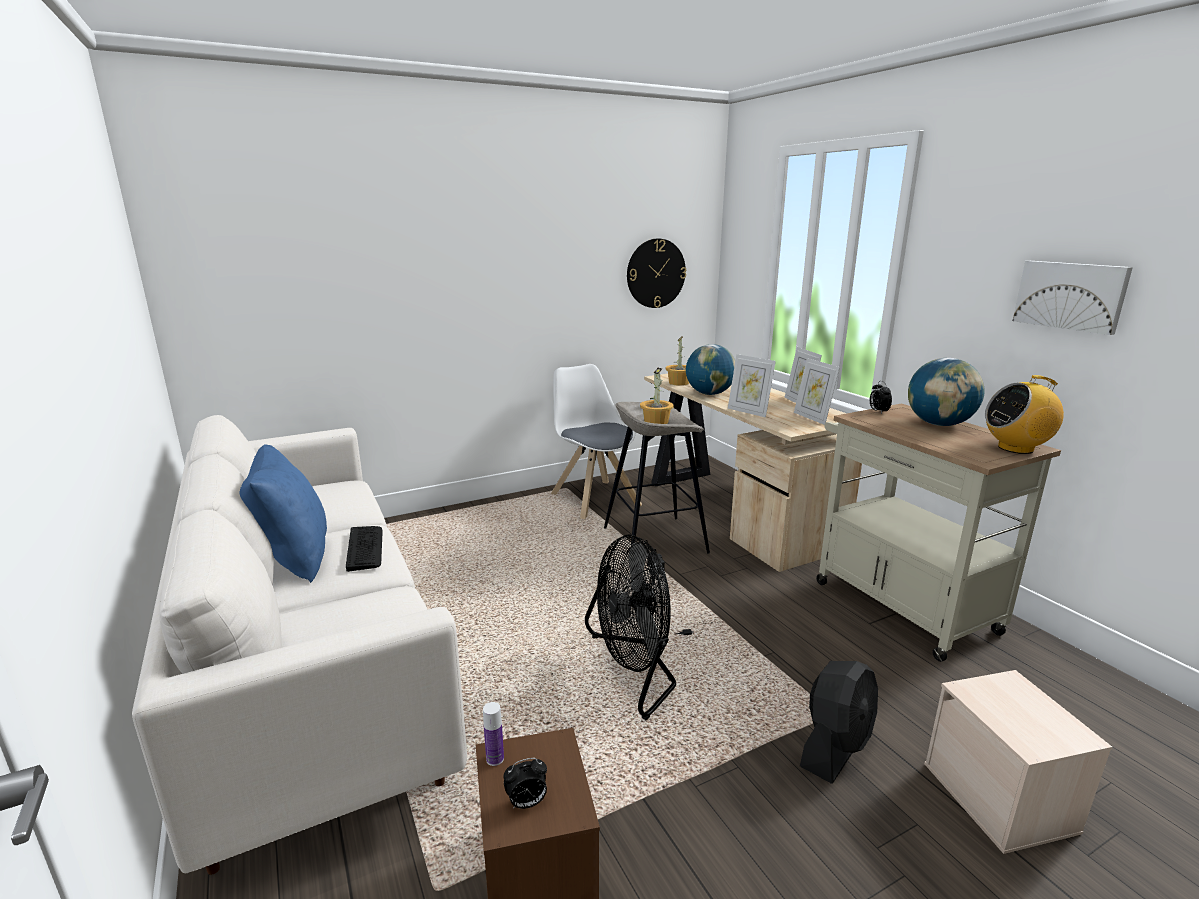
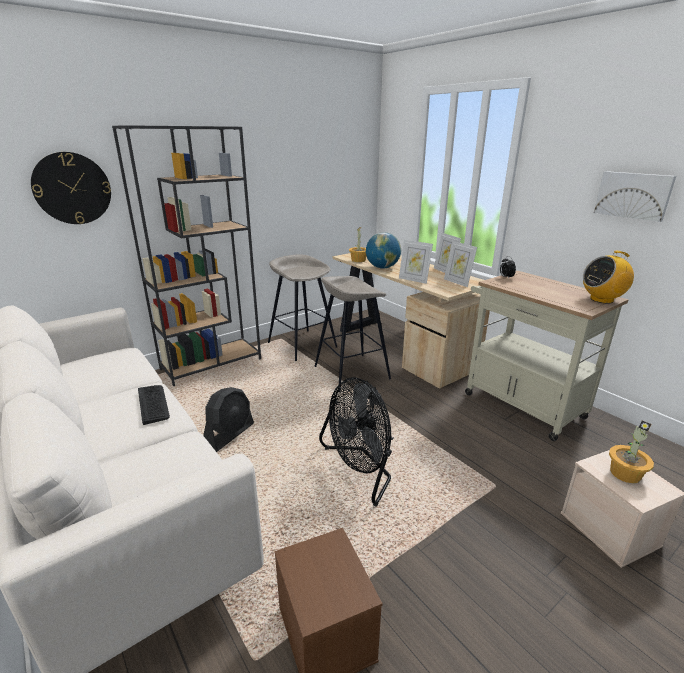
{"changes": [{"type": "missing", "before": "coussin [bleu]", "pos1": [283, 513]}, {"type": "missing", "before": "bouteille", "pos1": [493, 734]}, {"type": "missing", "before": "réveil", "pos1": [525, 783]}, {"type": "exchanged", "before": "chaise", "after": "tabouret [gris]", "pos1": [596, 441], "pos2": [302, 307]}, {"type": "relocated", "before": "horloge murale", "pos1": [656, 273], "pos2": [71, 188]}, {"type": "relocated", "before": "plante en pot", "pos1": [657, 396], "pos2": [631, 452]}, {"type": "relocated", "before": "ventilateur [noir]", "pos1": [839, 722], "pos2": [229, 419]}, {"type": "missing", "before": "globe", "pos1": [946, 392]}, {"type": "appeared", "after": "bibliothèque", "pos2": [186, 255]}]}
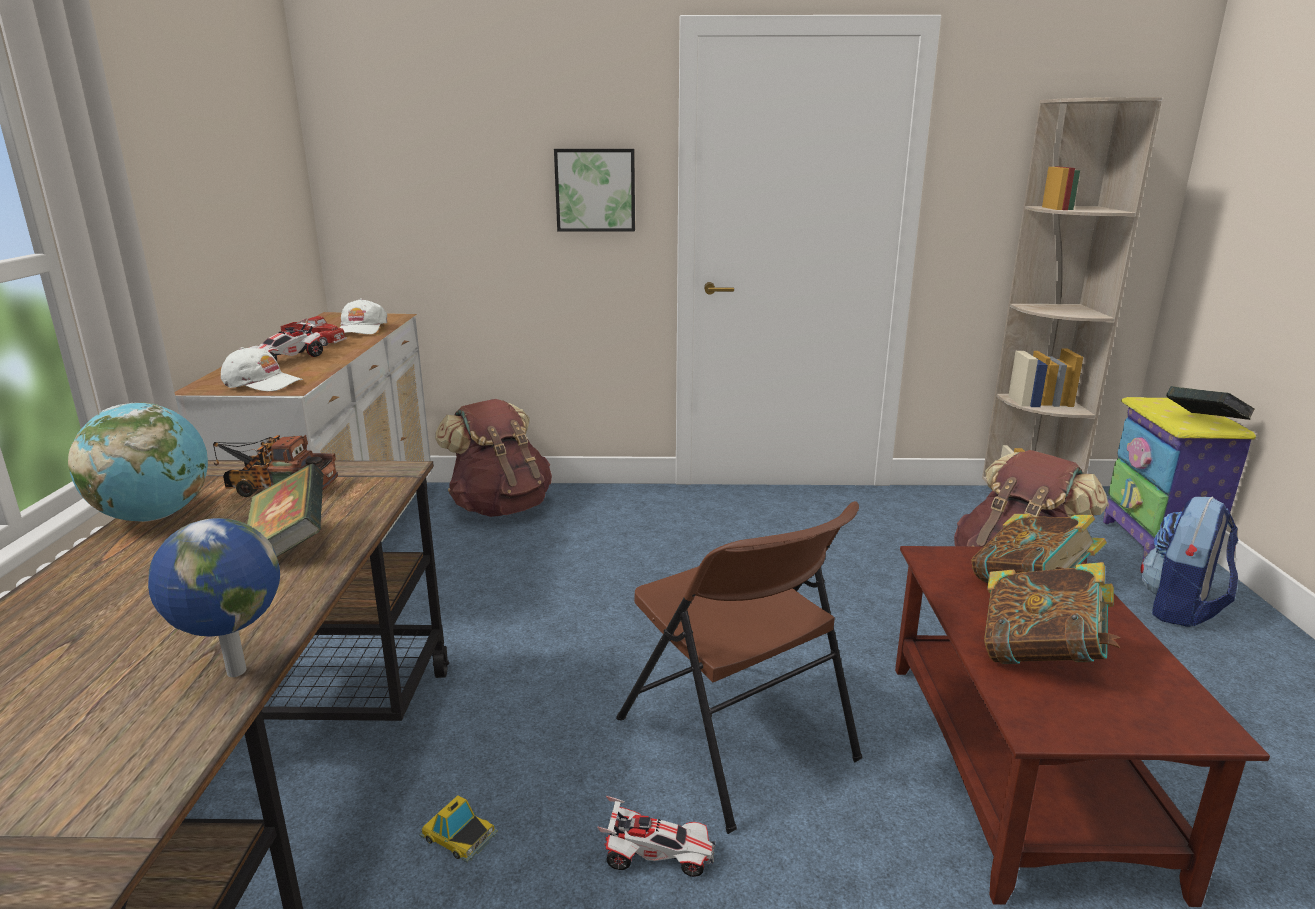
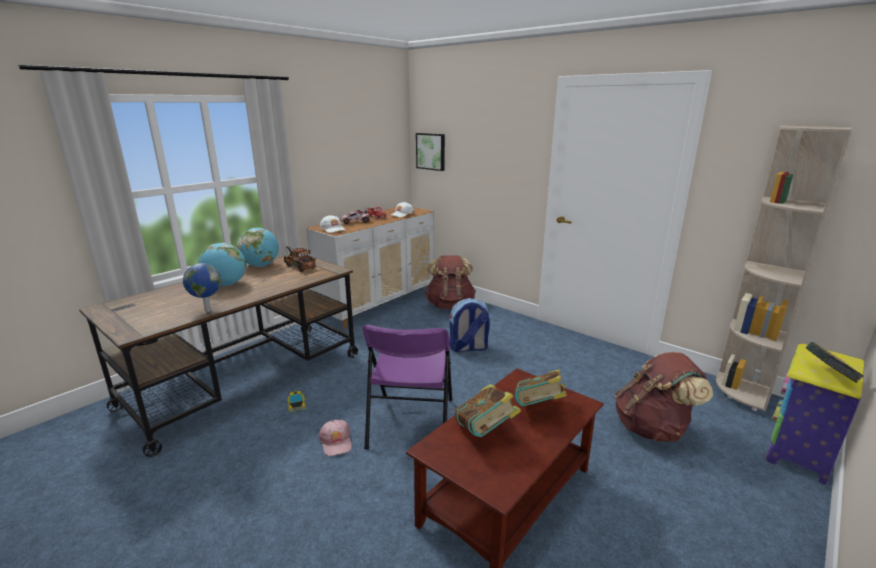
{"changes": [{"type": "missing", "before": "livre", "pos1": [285, 510]}, {"type": "relocated", "before": "tableau", "pos1": [594, 190], "pos2": [430, 152]}, {"type": "exchanged", "before": "petite voiture", "after": "casquette [rose]", "pos1": [656, 836], "pos2": [335, 438]}, {"type": "colour", "before": "chaise [marron]", "after": "chaise [violet]", "pos1": [739, 667], "pos2": [407, 387]}, {"type": "relocated", "before": "sac à dos", "pos1": [1189, 562], "pos2": [469, 325]}, {"type": "appeared", "after": "globe", "pos2": [222, 264]}]}
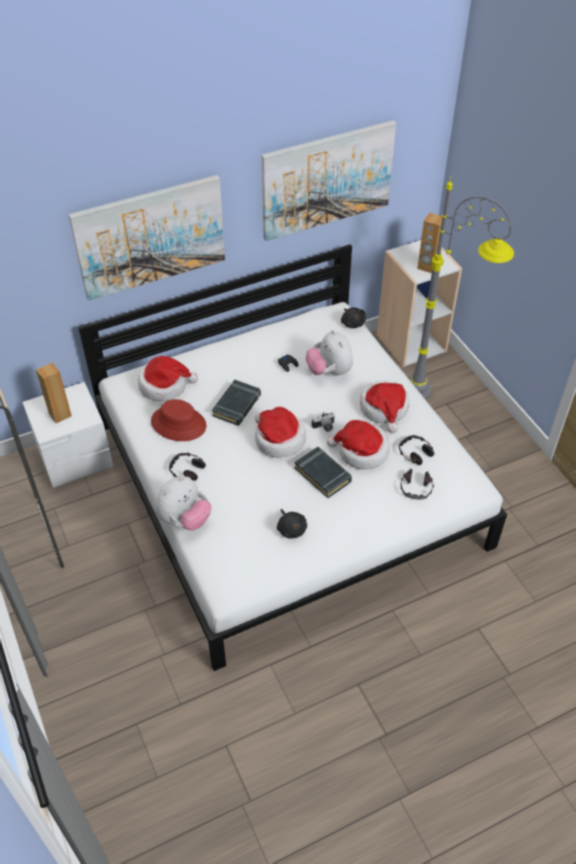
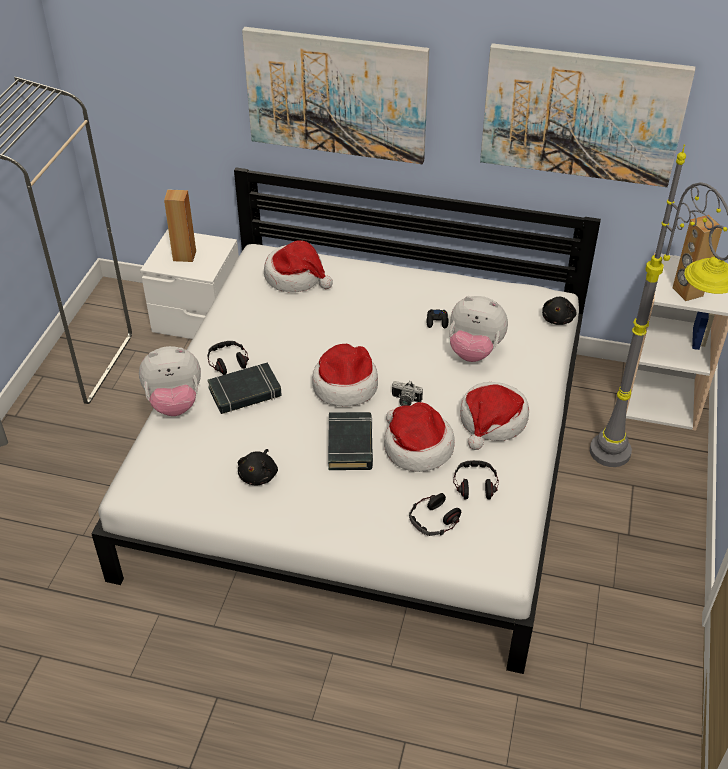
{"changes": [{"type": "missing", "before": "chapeau [rouge]", "pos1": [178, 420]}, {"type": "relocated", "before": "livre [noir]", "pos1": [236, 403], "pos2": [244, 388]}, {"type": "spun", "before": "peluche", "pos1": [329, 353], "pos2": [478, 329], "turn": -90}]}
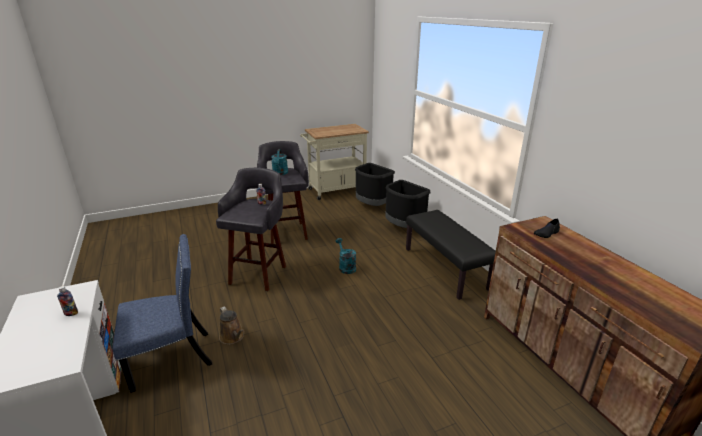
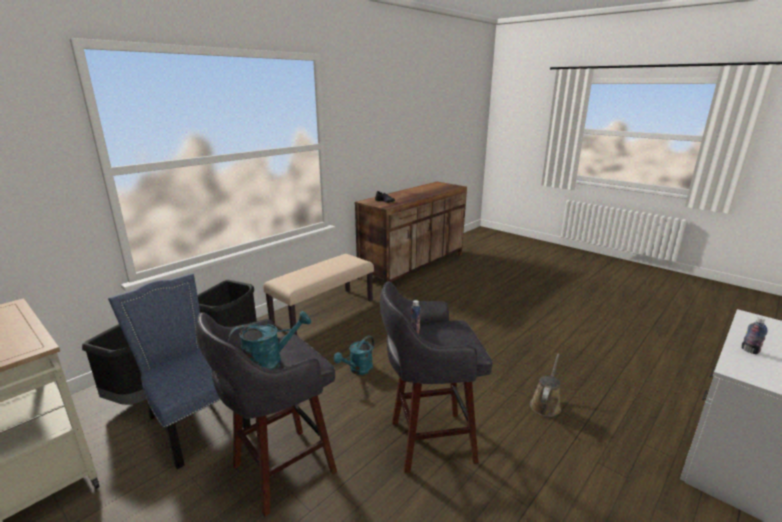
{"changes": [{"type": "relocated", "before": "chaise [bleu]", "pos1": [162, 313], "pos2": [179, 371]}, {"type": "colour", "before": "banc [noir]", "after": "banc [beige]", "pos1": [451, 255], "pos2": [318, 294]}]}
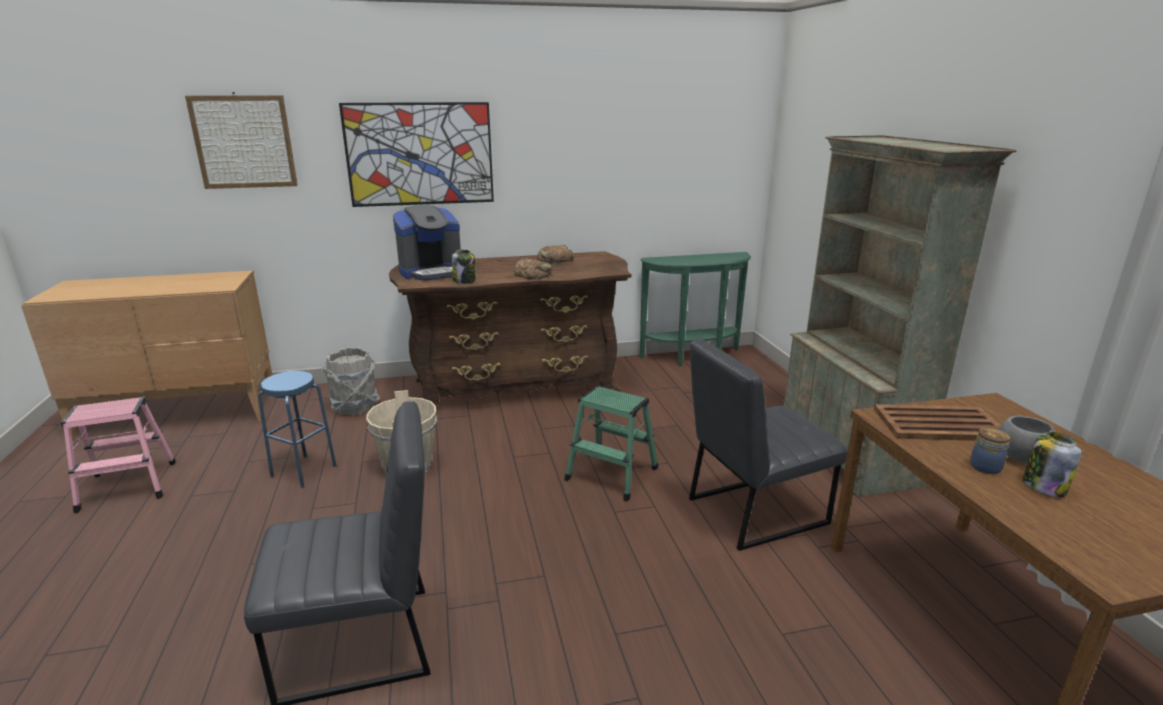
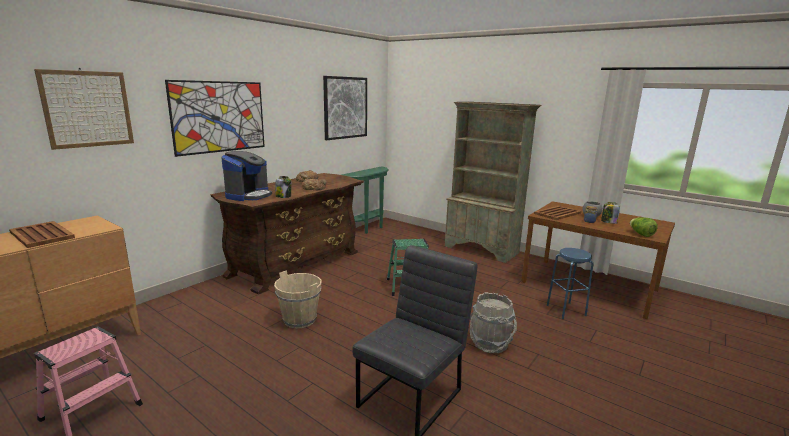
{"changes": [{"type": "relocated", "before": "tabouret [bleu]", "pos1": [297, 429], "pos2": [570, 283]}, {"type": "relocated", "before": "seau [gris]", "pos1": [351, 381], "pos2": [493, 322]}, {"type": "missing", "before": "chaise [gris]", "pos1": [768, 445]}, {"type": "appeared", "after": "plateau [marron]", "pos2": [42, 234]}, {"type": "appeared", "after": "tableau", "pos2": [345, 108]}, {"type": "appeared", "after": "laitue", "pos2": [644, 227]}]}
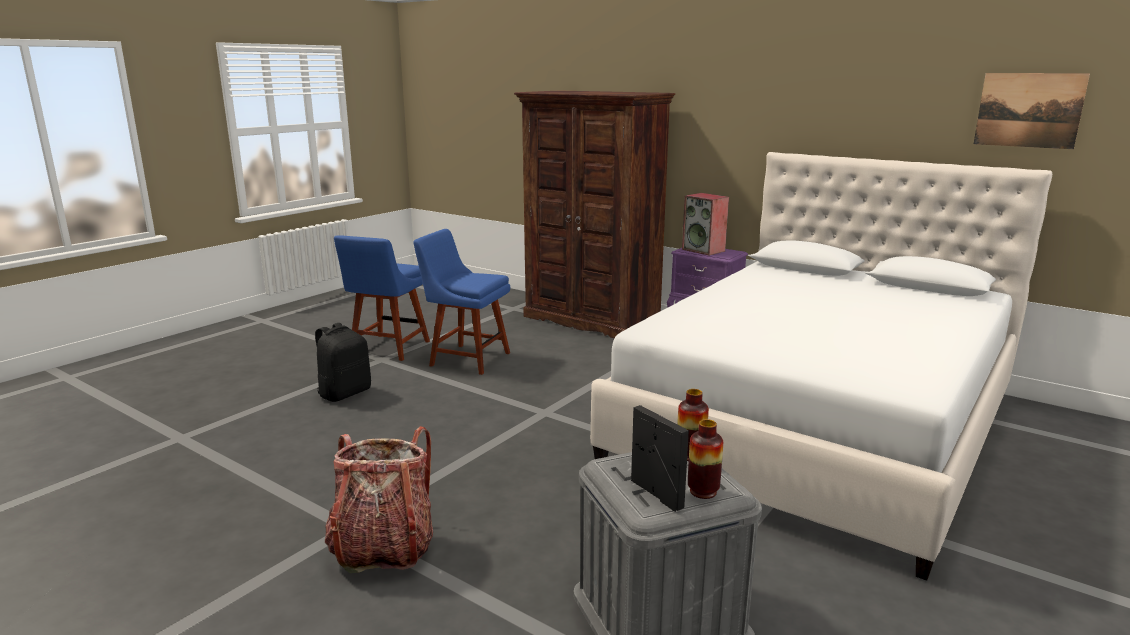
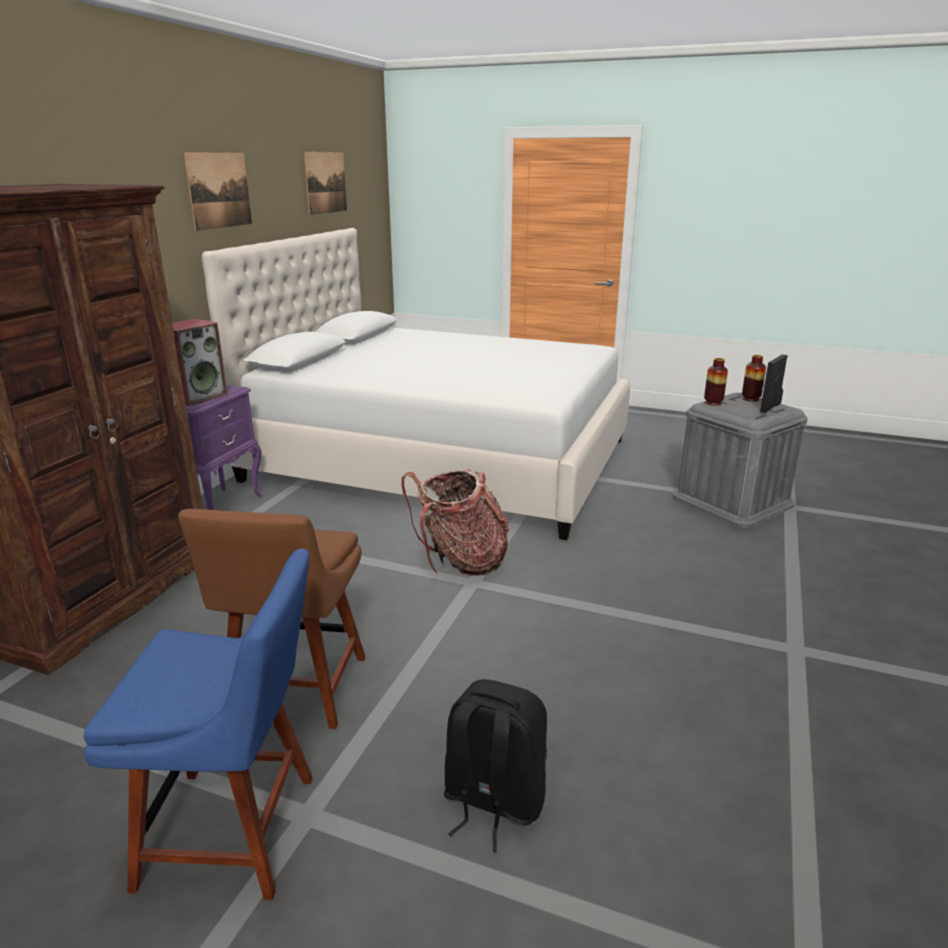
{"changes": [{"type": "relocated", "before": "sac à dos", "pos1": [379, 499], "pos2": [455, 522]}, {"type": "colour", "before": "chaise [bleu]", "after": "chaise [marron]", "pos1": [461, 302], "pos2": [272, 619]}, {"type": "appeared", "after": "tableau", "pos2": [217, 191]}]}
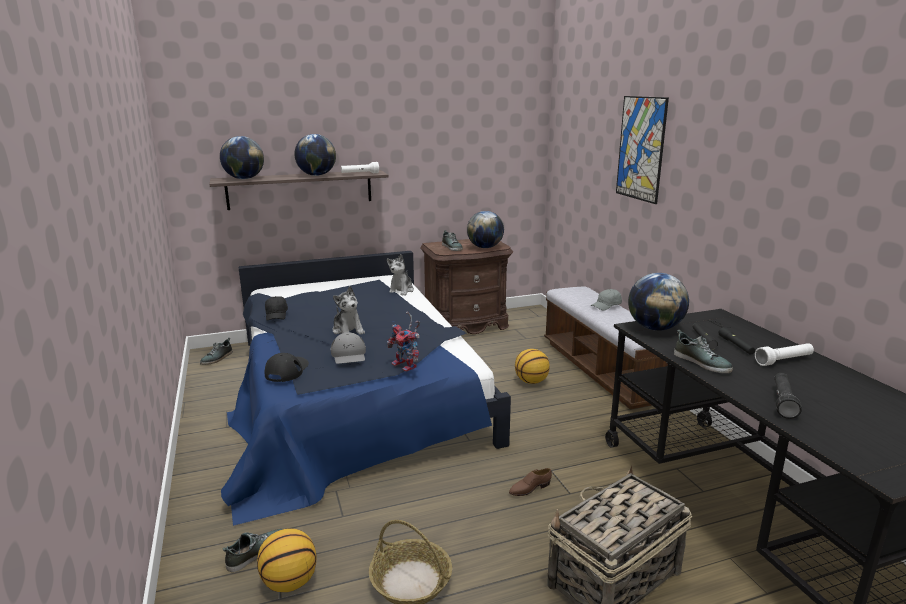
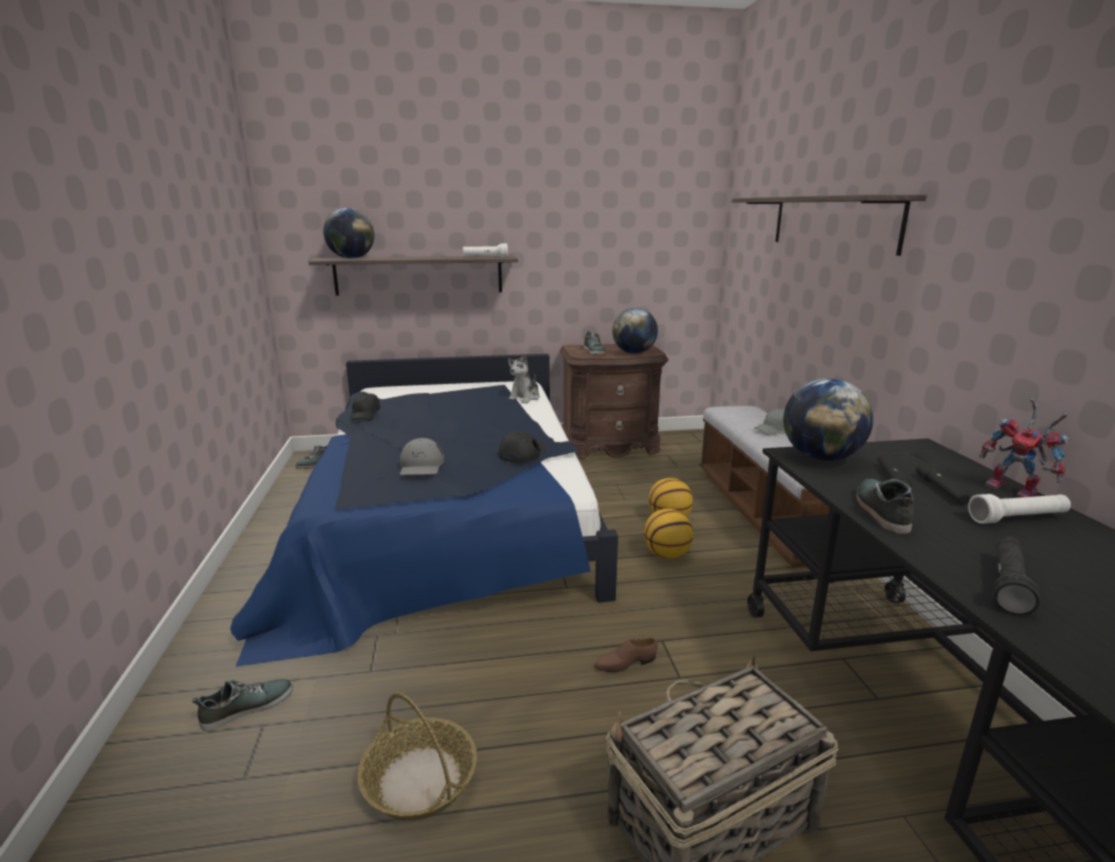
{"changes": [{"type": "relocated", "before": "ballon de basket", "pos1": [286, 560], "pos2": [668, 534]}, {"type": "relocated", "before": "casquette [noir]", "pos1": [287, 367], "pos2": [522, 447]}, {"type": "missing", "before": "globe", "pos1": [315, 155]}, {"type": "missing", "before": "peluche", "pos1": [349, 310]}, {"type": "relocated", "before": "robot jouet", "pos1": [403, 341], "pos2": [1024, 447]}, {"type": "exchanged", "before": "tableau", "after": "étagère", "pos1": [642, 150], "pos2": [829, 225]}, {"type": "spun", "before": "chaussure", "pos1": [703, 351], "pos2": [885, 506], "turn": -150}]}
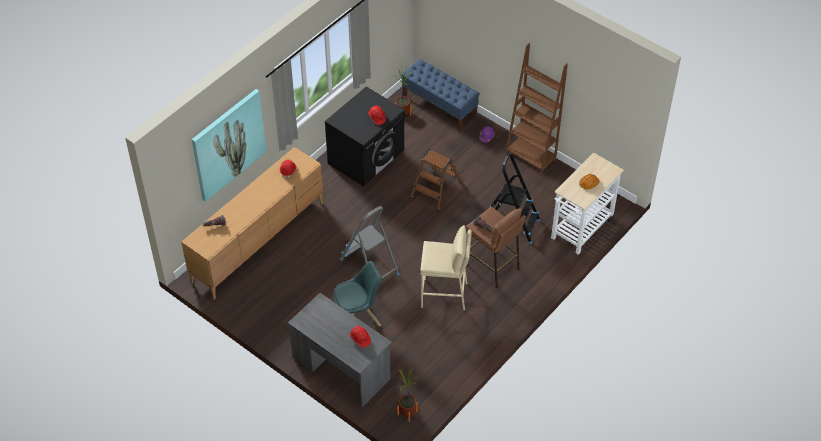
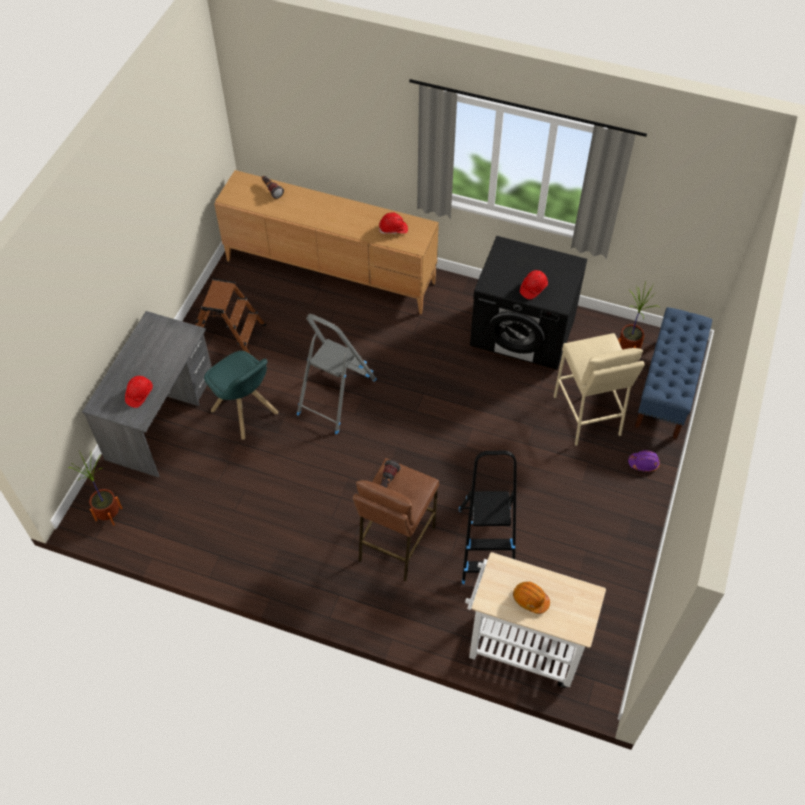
{"changes": [{"type": "missing", "before": "tableau", "pos1": [229, 145]}, {"type": "relocated", "before": "escabeau [marron]", "pos1": [436, 180], "pos2": [231, 316]}, {"type": "relocated", "before": "tabouret [beige]", "pos1": [446, 267], "pos2": [599, 389]}, {"type": "missing", "before": "bibliothèque [marron]", "pos1": [536, 109]}]}
